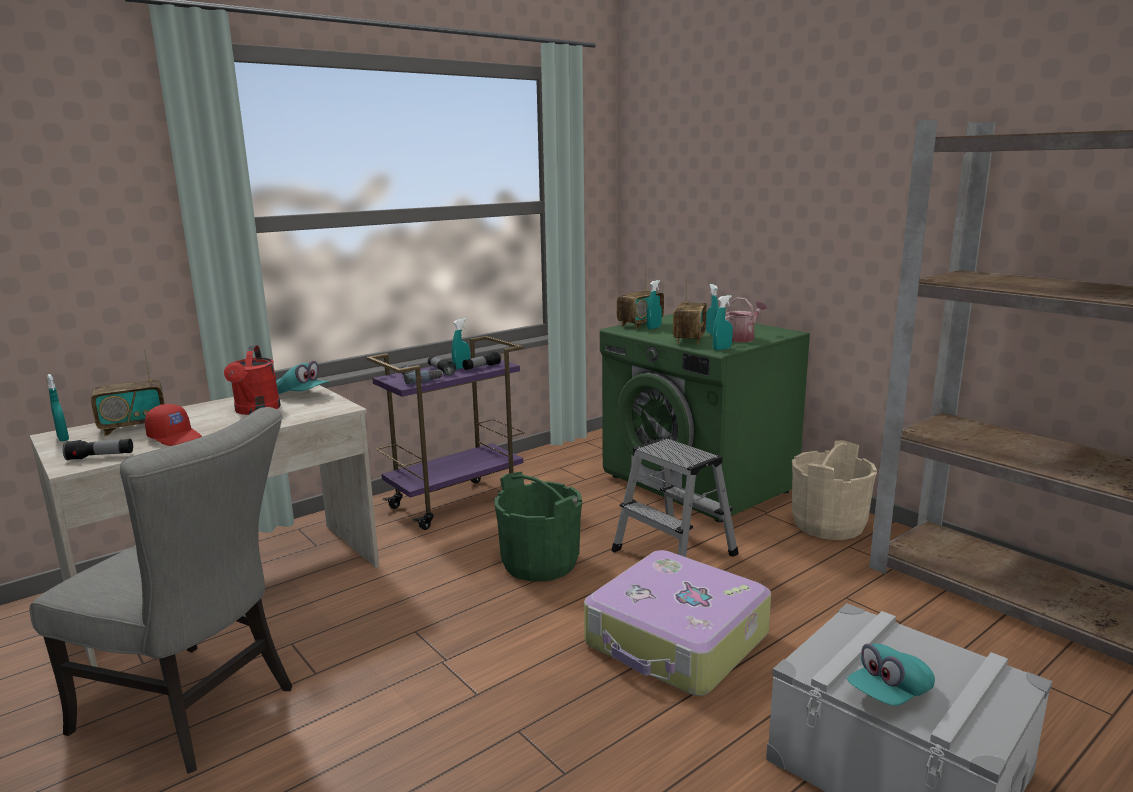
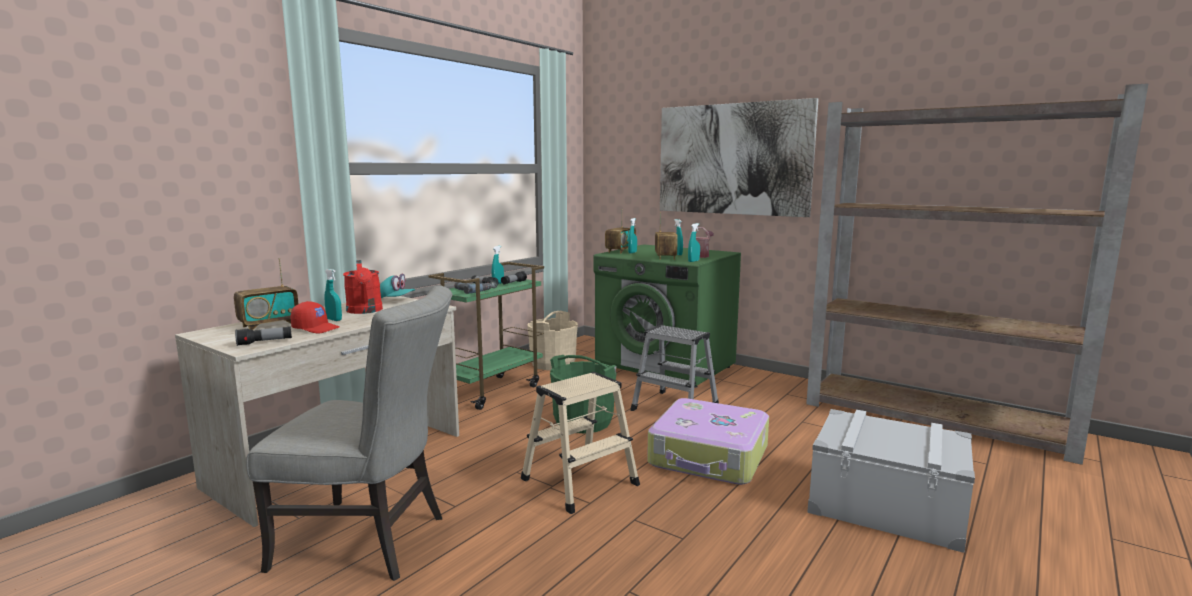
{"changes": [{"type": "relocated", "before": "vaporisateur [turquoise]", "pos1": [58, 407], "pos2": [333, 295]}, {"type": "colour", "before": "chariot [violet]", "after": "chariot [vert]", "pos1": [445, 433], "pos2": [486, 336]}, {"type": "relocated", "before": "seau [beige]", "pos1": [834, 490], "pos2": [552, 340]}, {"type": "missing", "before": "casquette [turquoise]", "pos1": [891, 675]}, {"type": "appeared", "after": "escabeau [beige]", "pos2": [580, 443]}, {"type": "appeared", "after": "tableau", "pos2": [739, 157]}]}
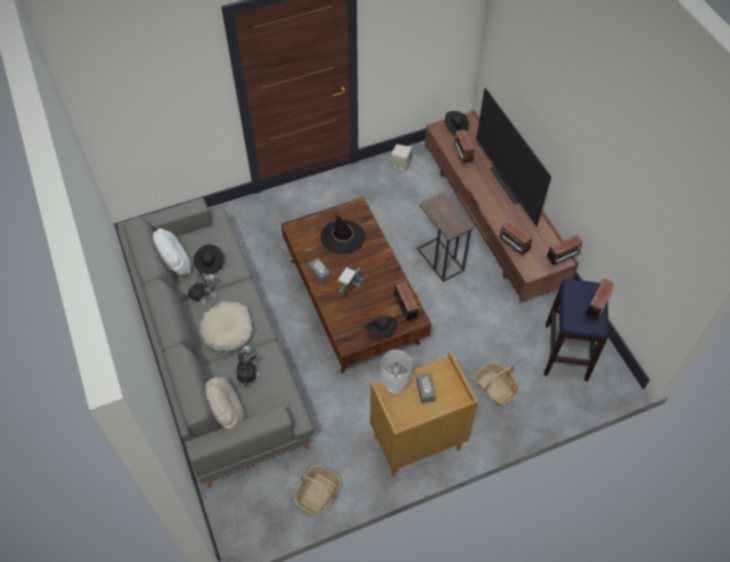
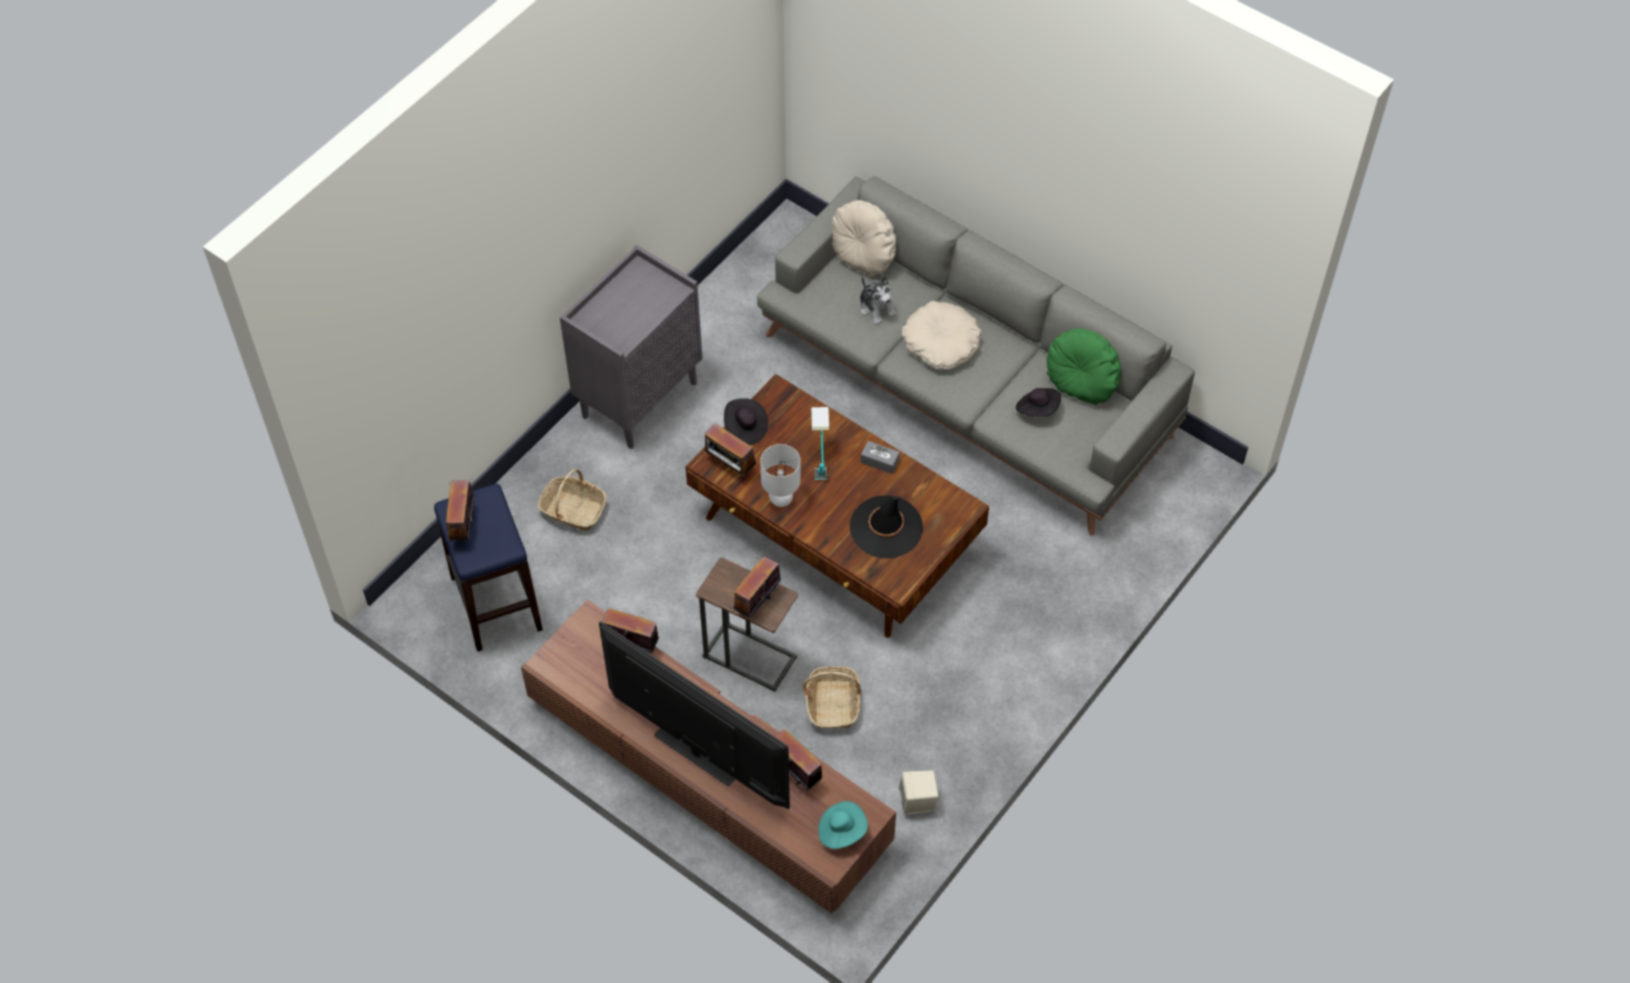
{"changes": [{"type": "colour", "before": "coussin [blanc]", "after": "coussin [vert]", "pos1": [172, 252], "pos2": [1084, 366]}, {"type": "missing", "before": "peluche", "pos1": [199, 287]}, {"type": "relocated", "before": "panier", "pos1": [317, 490], "pos2": [832, 697]}, {"type": "colour", "before": "meuble de rangement [marron]", "after": "meuble de rangement [gris]", "pos1": [424, 414], "pos2": [631, 346]}, {"type": "relocated", "before": "lampe de table [blanc]", "pos1": [396, 372], "pos2": [780, 475]}, {"type": "missing", "before": "boîte à mouchoirs [gris]", "pos1": [426, 388]}, {"type": "colour", "before": "chapeau [noir]", "after": "chapeau [turquoise]", "pos1": [457, 123], "pos2": [843, 825]}, {"type": "relocated", "before": "radio", "pos1": [564, 250], "pos2": [755, 587]}]}
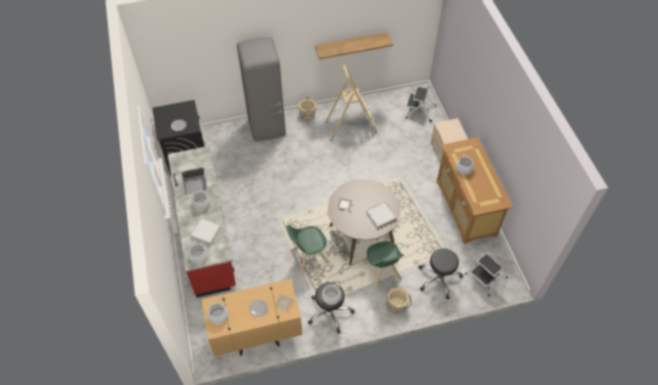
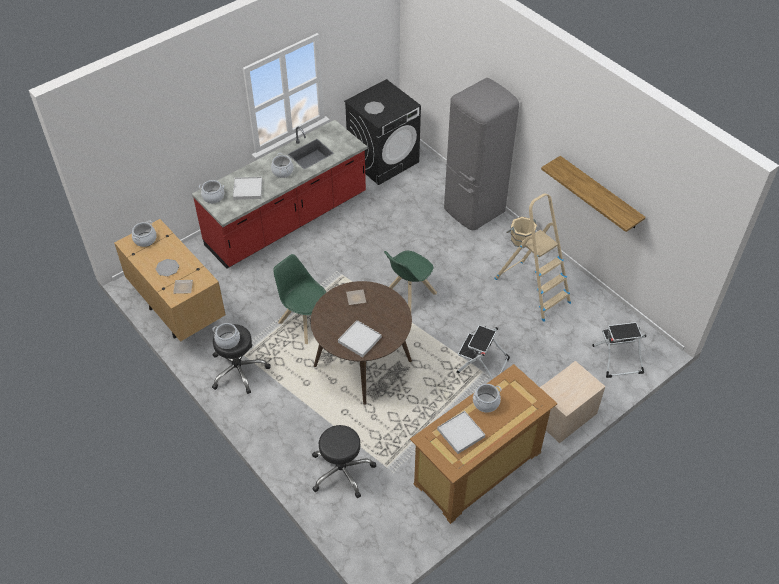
{"changes": [{"type": "relocated", "before": "chaise [vert]", "pos1": [383, 265], "pos2": [410, 281]}, {"type": "missing", "before": "seau [beige]", "pos1": [399, 300]}, {"type": "relocated", "before": "escabeau", "pos1": [486, 274], "pos2": [483, 352]}, {"type": "appeared", "after": "plateau [blanc]", "pos2": [461, 432]}]}
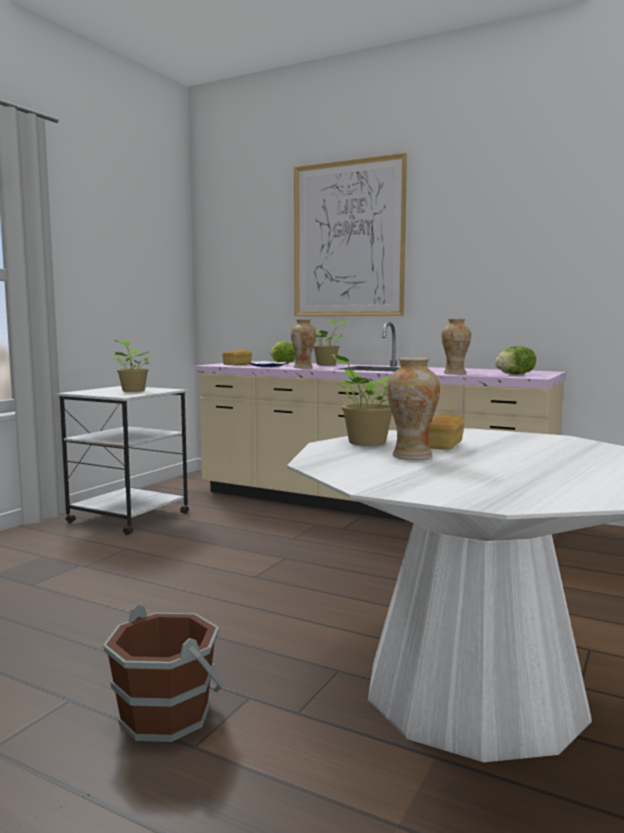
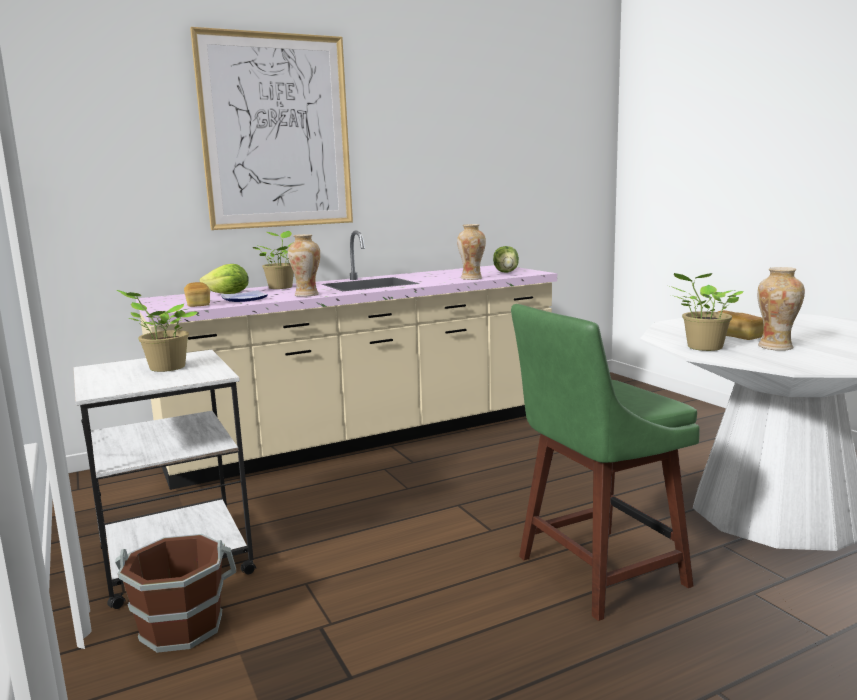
{"changes": [{"type": "relocated", "before": "seau [marron]", "pos1": [164, 673], "pos2": [175, 593]}, {"type": "appeared", "after": "chaise [vert]", "pos2": [605, 462]}]}
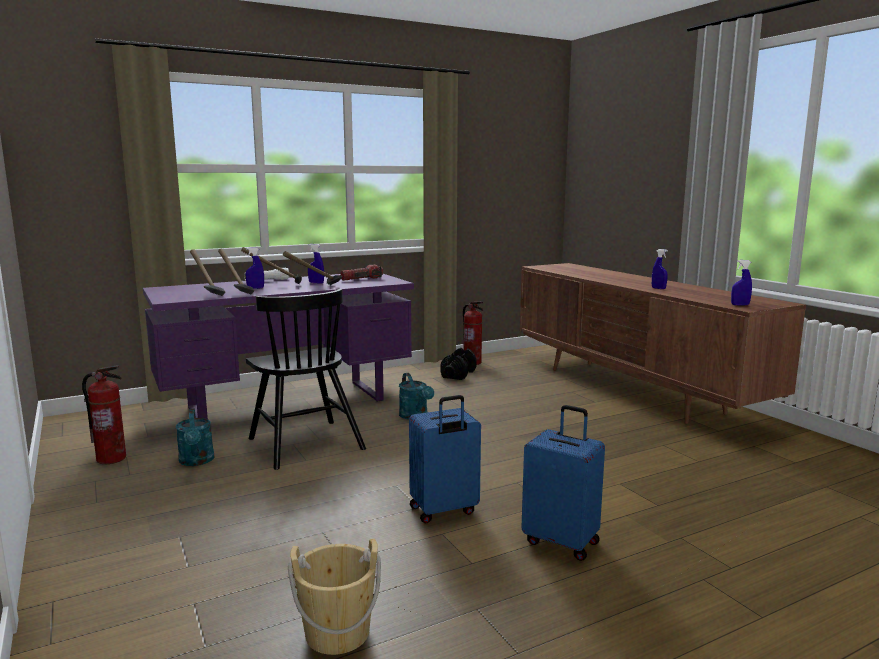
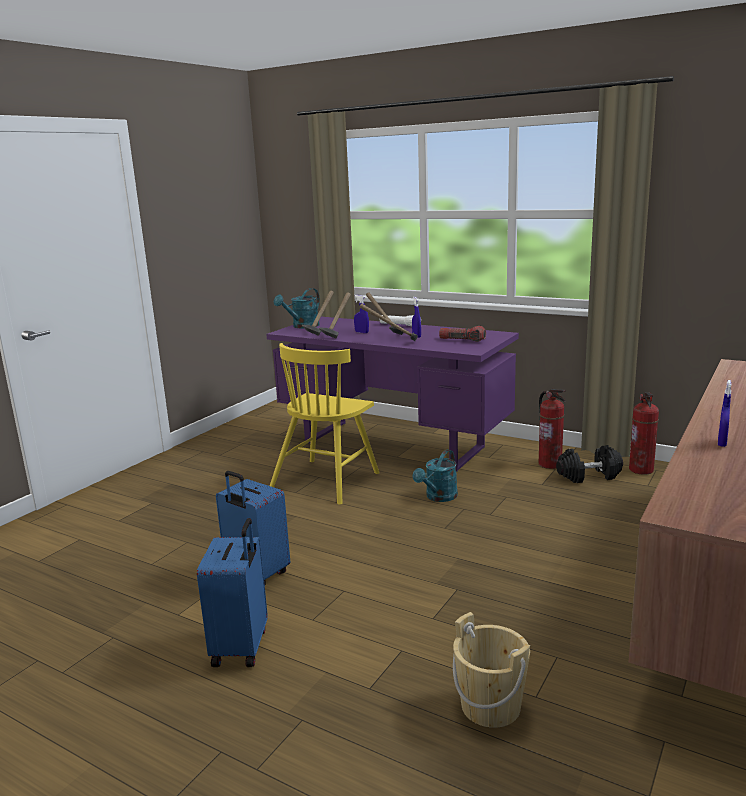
{"changes": [{"type": "relocated", "before": "extincteur", "pos1": [104, 414], "pos2": [552, 429]}, {"type": "relocated", "before": "arrosoir [turquoise]", "pos1": [195, 437], "pos2": [297, 308]}, {"type": "colour", "before": "chaise [noir]", "after": "chaise [jaune]", "pos1": [306, 379], "pos2": [325, 424]}, {"type": "relocated", "before": "seau [beige]", "pos1": [334, 596], "pos2": [491, 670]}, {"type": "missing", "before": "vaporisateur [bleu]", "pos1": [741, 282]}]}
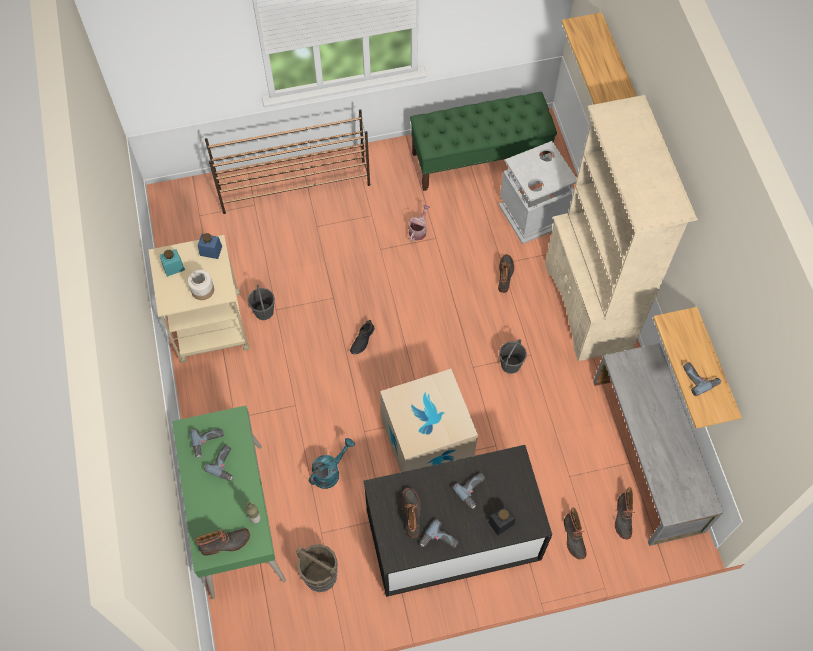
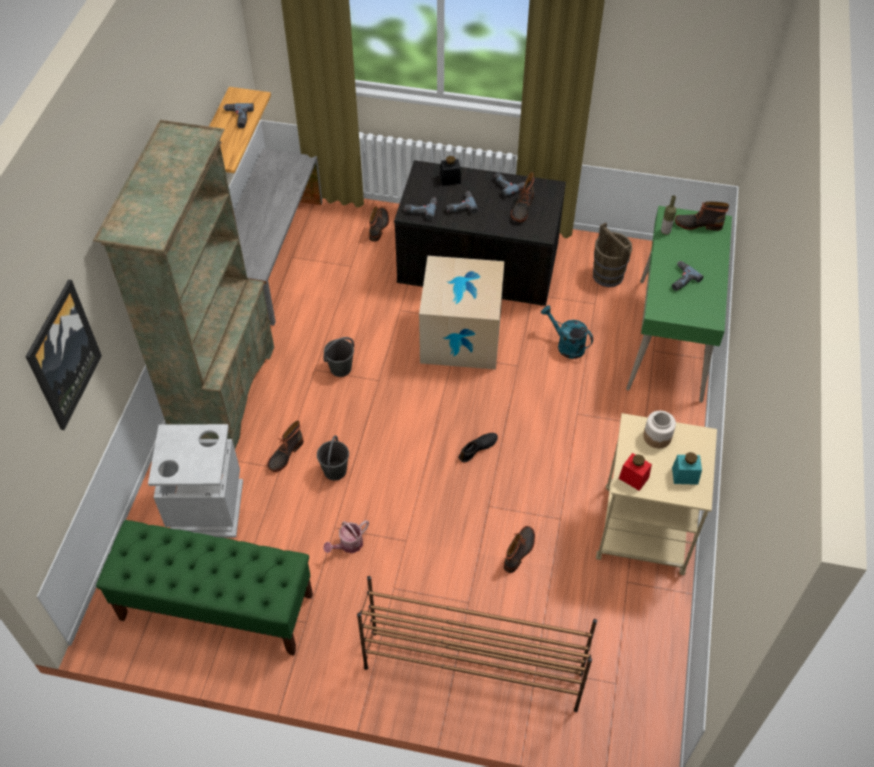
{"changes": [{"type": "relocated", "before": "perceuse", "pos1": [207, 443], "pos2": [420, 208]}, {"type": "colour", "before": "bocal [bleu]", "after": "bocal [rouge]", "pos1": [210, 246], "pos2": [635, 472]}, {"type": "relocated", "before": "seau [gris]", "pos1": [261, 302], "pos2": [333, 458]}, {"type": "spun", "before": "arrosoir [turquoise]", "pos1": [332, 463], "pos2": [567, 332], "turn": 60}, {"type": "colour", "before": "bibliothèque [beige]", "after": "bibliothèque [vert]", "pos1": [621, 228], "pos2": [183, 284]}, {"type": "exchanged", "before": "étagère", "after": "tableau", "pos1": [599, 58], "pos2": [63, 354]}, {"type": "relocated", "before": "botte", "pos1": [625, 513], "pos2": [519, 549]}]}
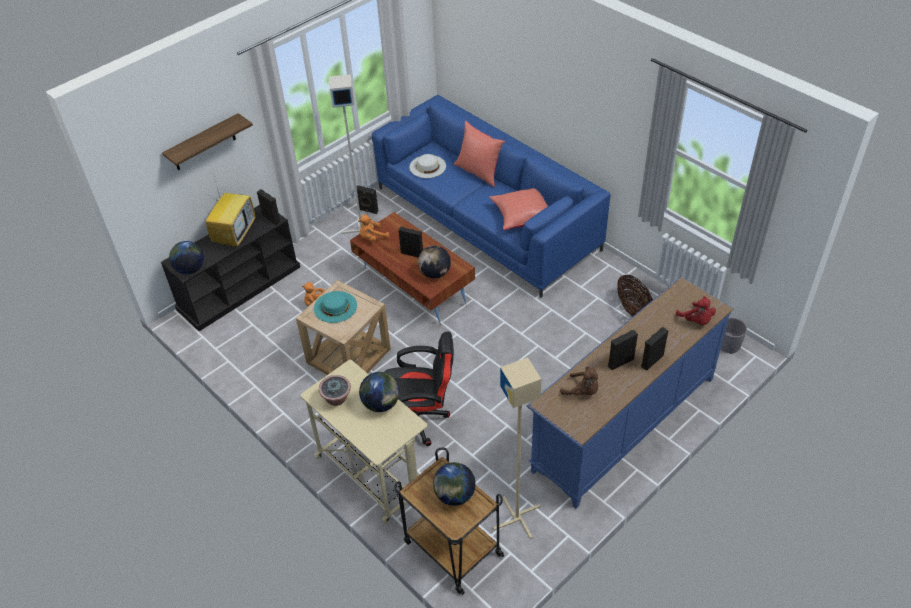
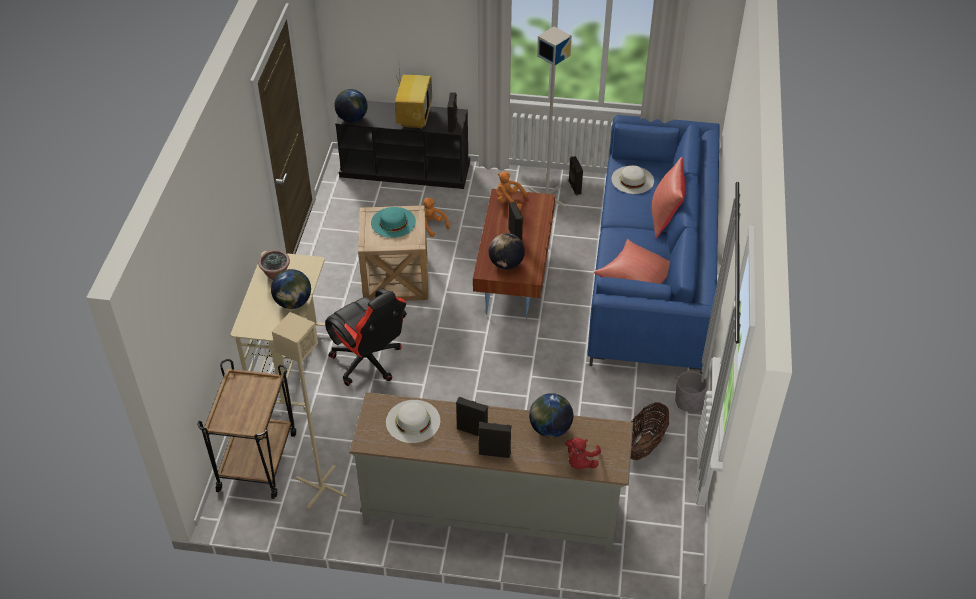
{"changes": [{"type": "missing", "before": "étagère", "pos1": [207, 141]}, {"type": "spun", "before": "téléviseur", "pos1": [230, 214], "pos2": [413, 98], "turn": -60}, {"type": "relocated", "before": "globe", "pos1": [454, 484], "pos2": [551, 415]}, {"type": "colour", "before": "meuble de rangement [bleu]", "after": "meuble de rangement [gris]", "pos1": [630, 392], "pos2": [491, 473]}, {"type": "exchanged", "before": "peluche [marron]", "after": "chapeau [blanc]", "pos1": [579, 380], "pos2": [413, 421]}, {"type": "relocated", "before": "cache-pot [gris]", "pos1": [733, 335], "pos2": [691, 391]}]}
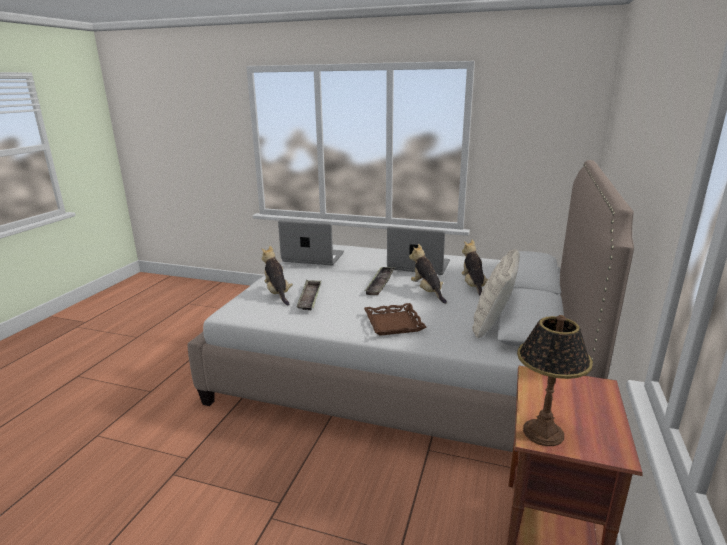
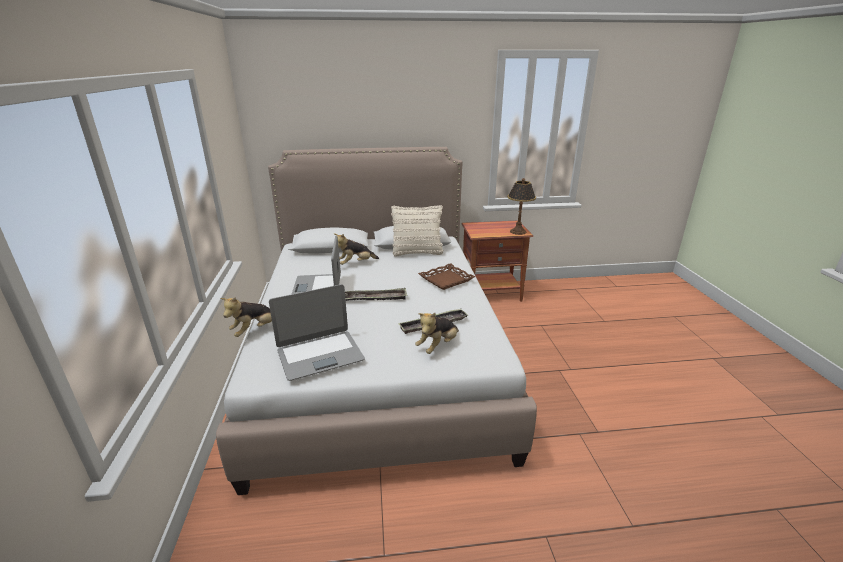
{"changes": [{"type": "spun", "before": "ordinateur portable", "pos1": [311, 242], "pos2": [317, 332], "turn": -105}, {"type": "relocated", "before": "peluche", "pos1": [428, 274], "pos2": [246, 317]}]}
